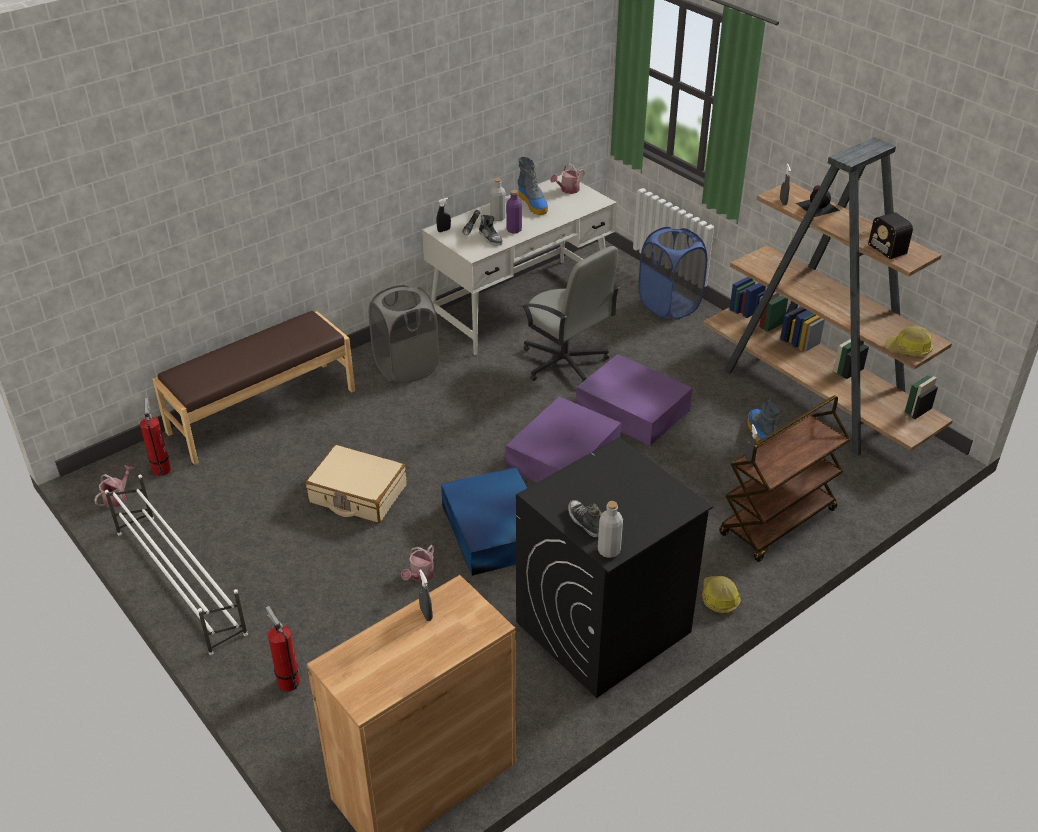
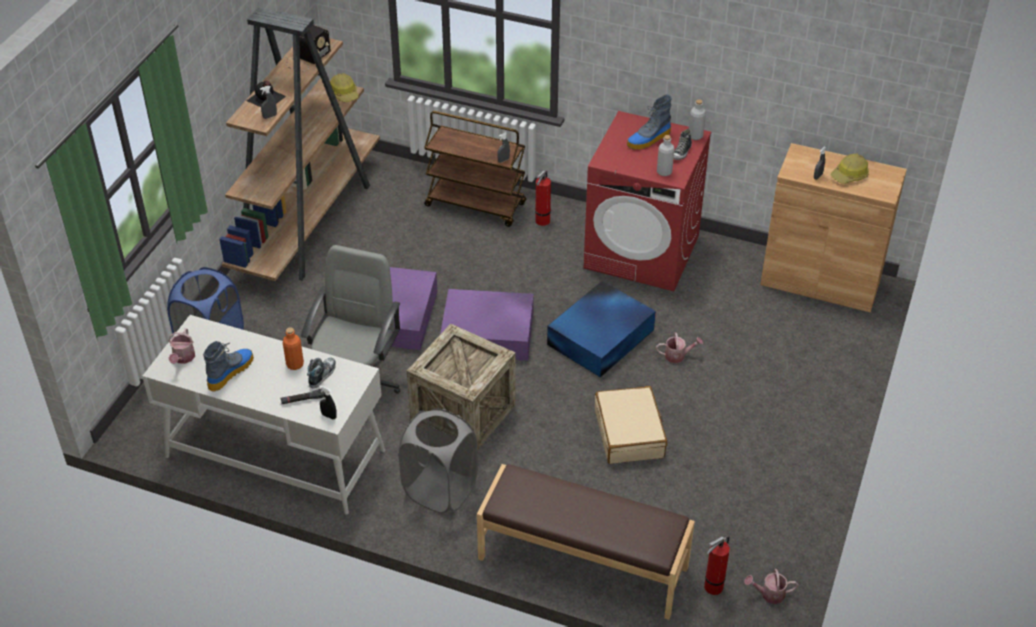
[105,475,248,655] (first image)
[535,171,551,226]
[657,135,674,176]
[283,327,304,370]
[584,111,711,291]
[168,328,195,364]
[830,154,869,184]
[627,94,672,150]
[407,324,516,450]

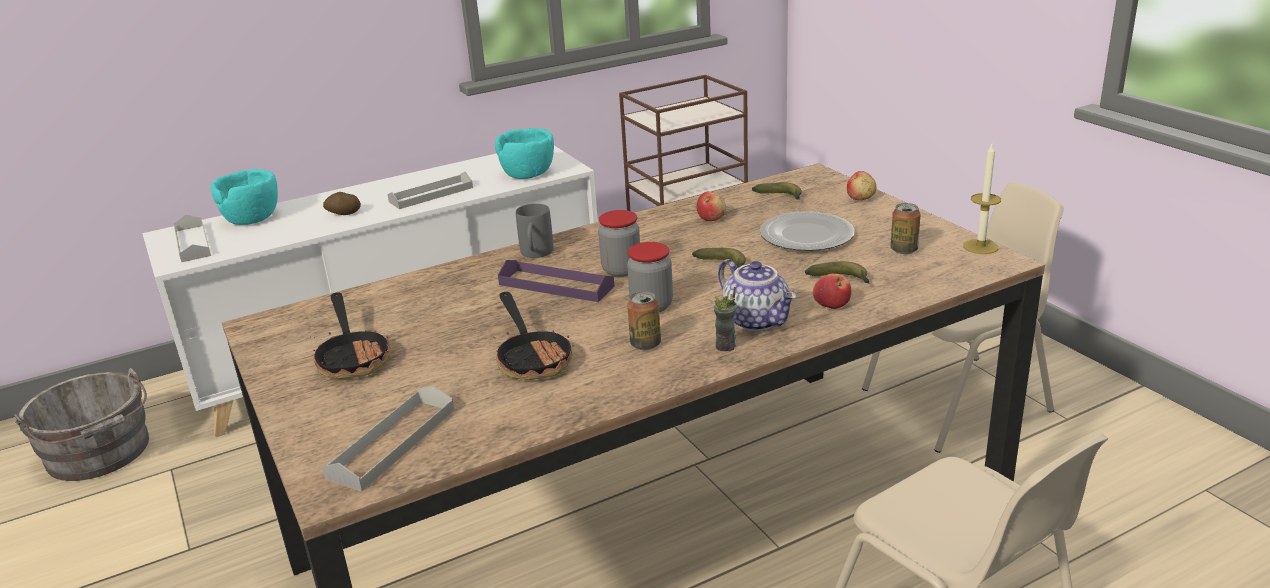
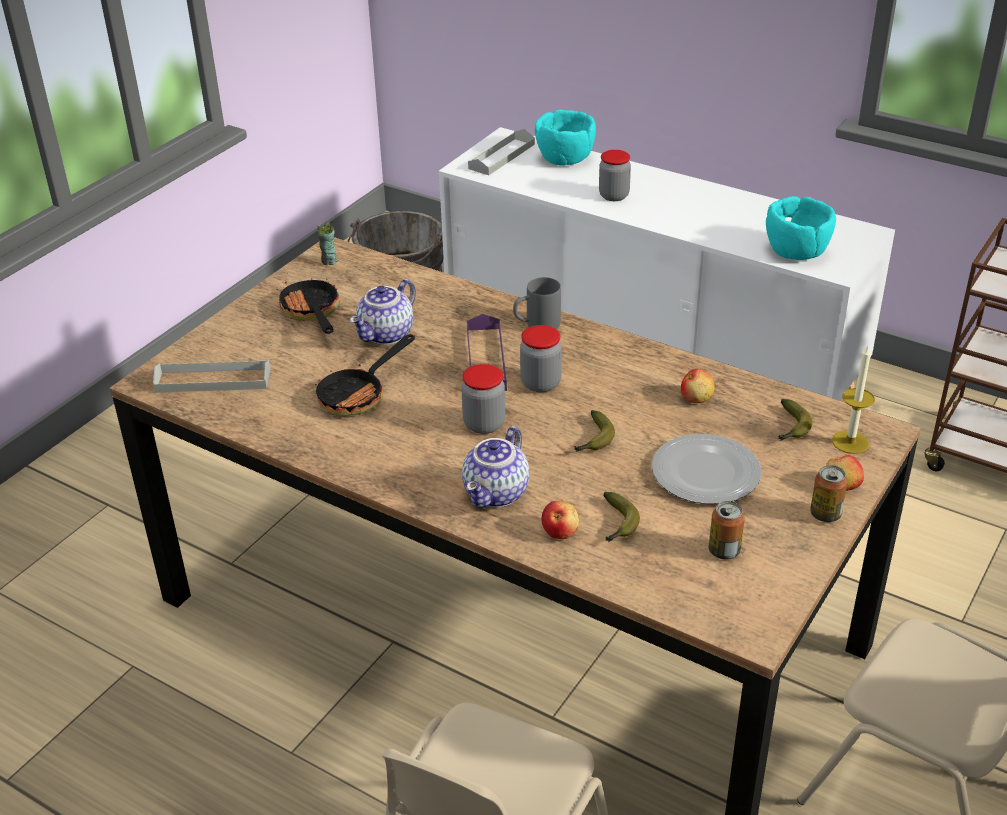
[276,278,340,334]
[599,150,631,201]
[387,171,473,209] (first image)
[810,465,848,522]
[317,221,338,266]
[832,346,875,454]
[350,279,416,345]

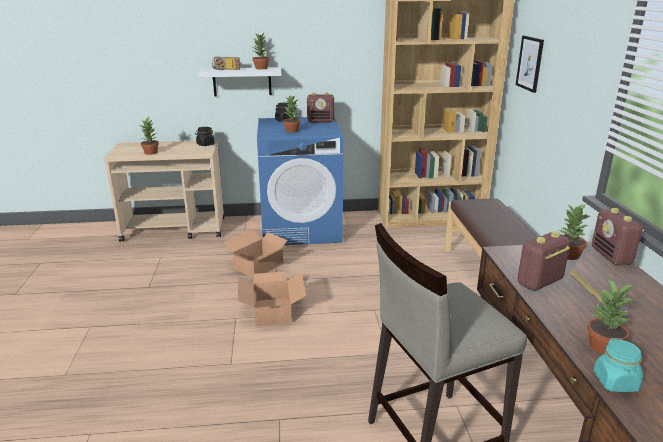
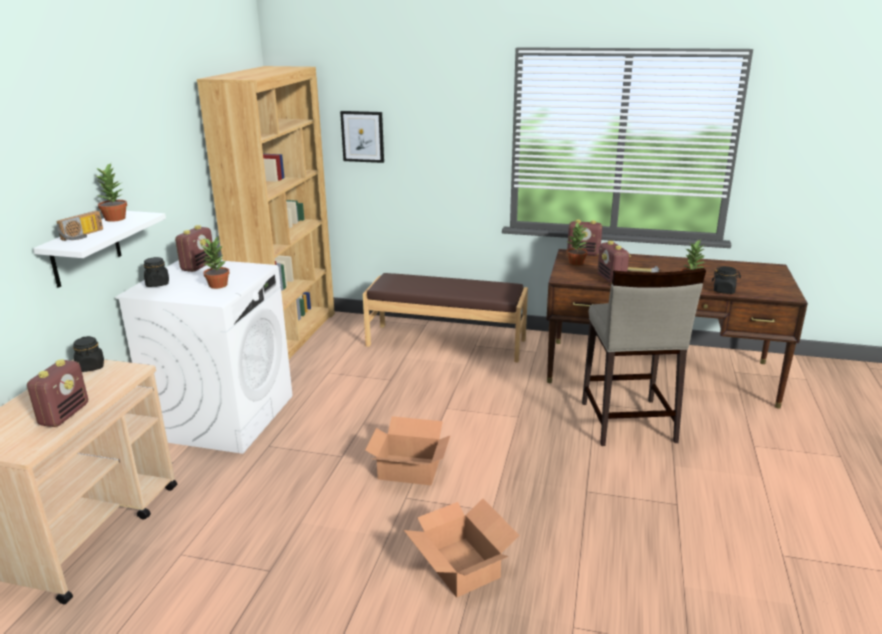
[27,360,88,427]
[404,499,519,598]
[115,260,293,454]
[712,266,741,294]

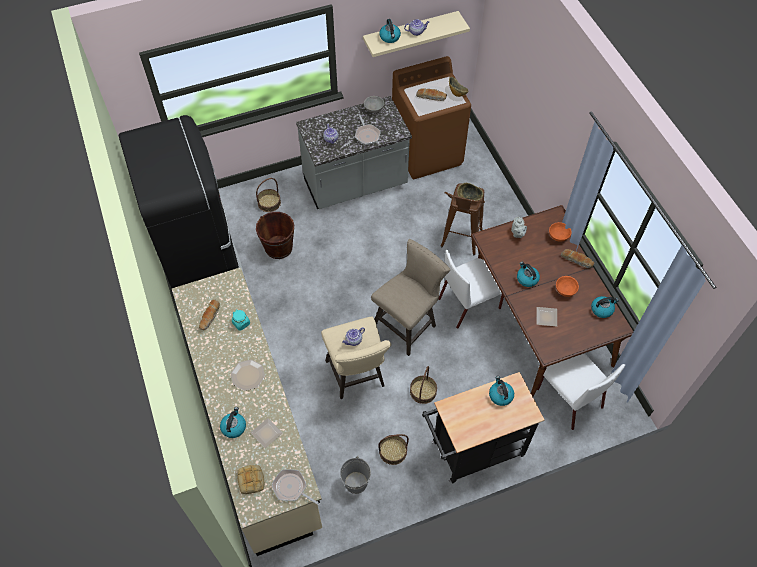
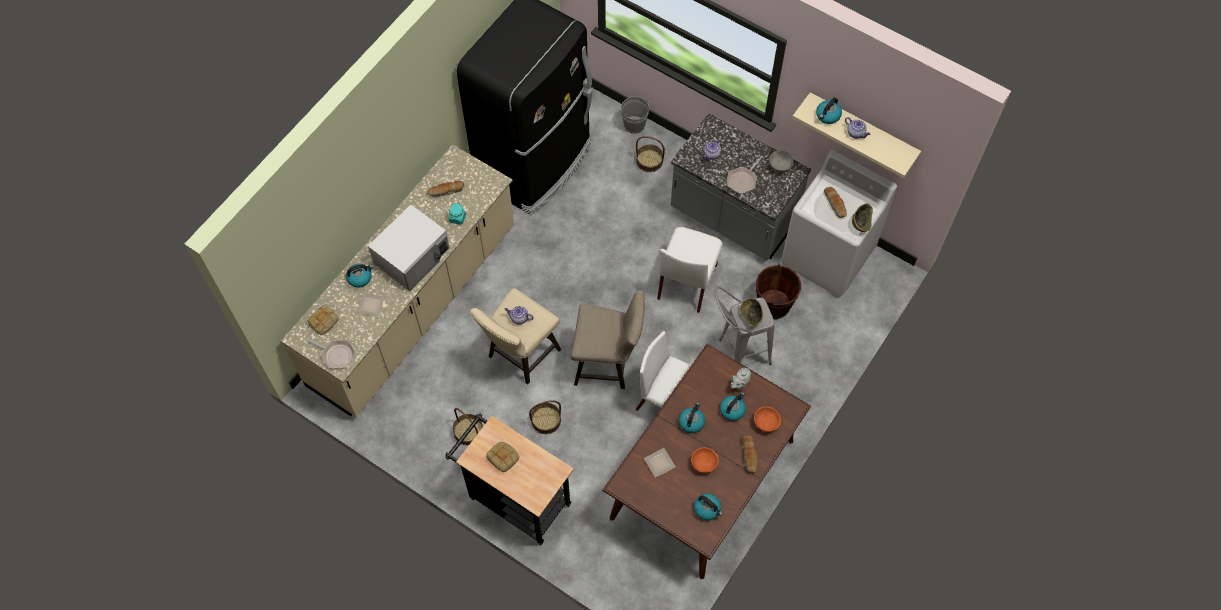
[368,205,450,291]
[756,264,801,319]
[308,339,356,369]
[621,96,649,134]
[781,150,897,297]
[715,286,775,365]
[720,392,746,421]
[657,227,723,313]
[486,442,519,472]

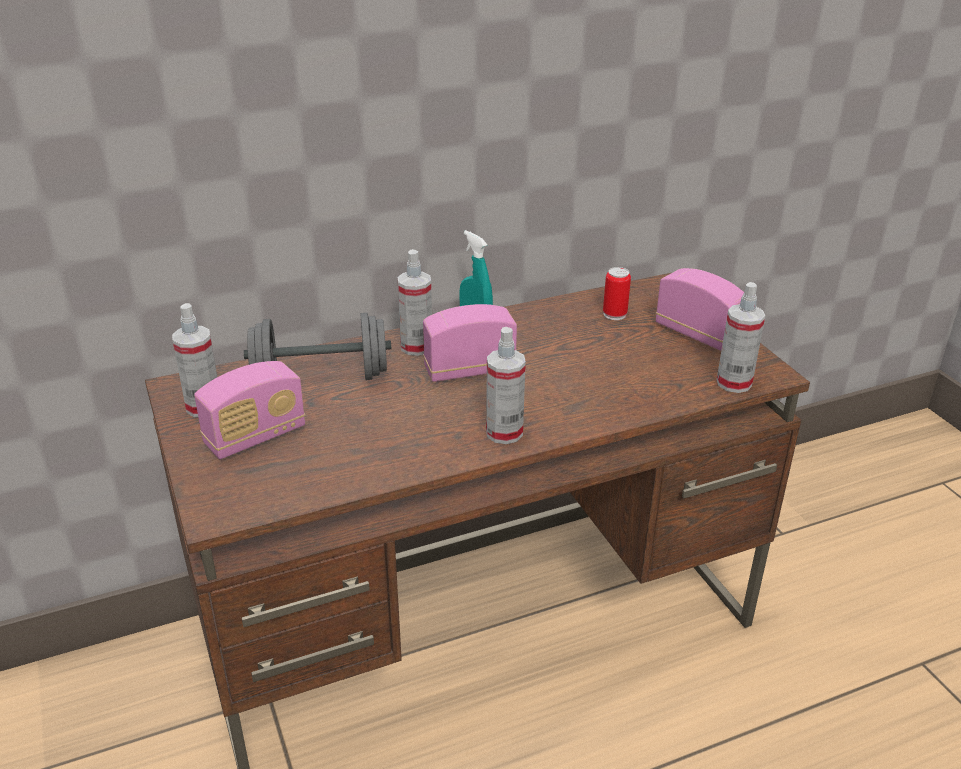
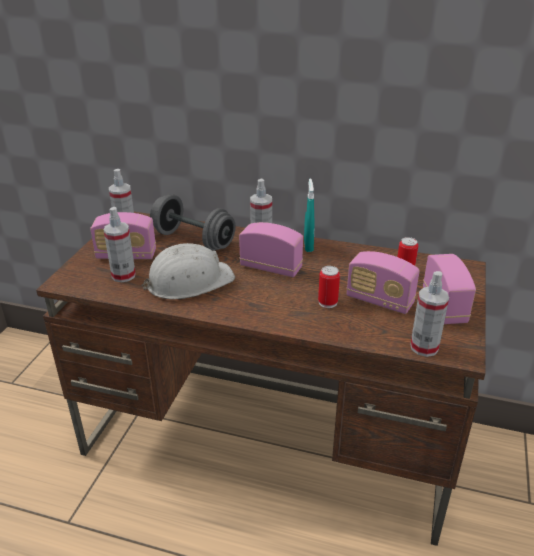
[104,207,136,282]
[142,243,235,299]
[318,266,340,308]
[346,251,420,314]

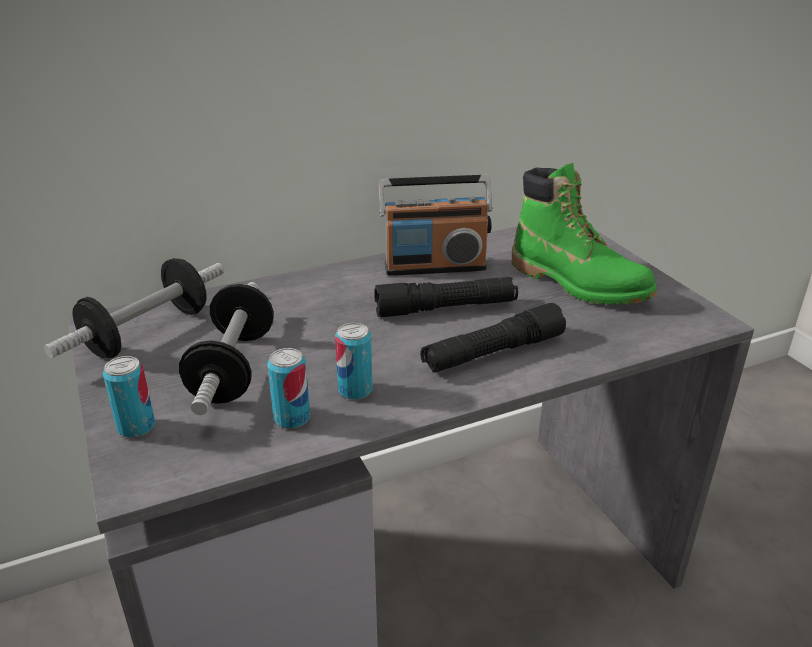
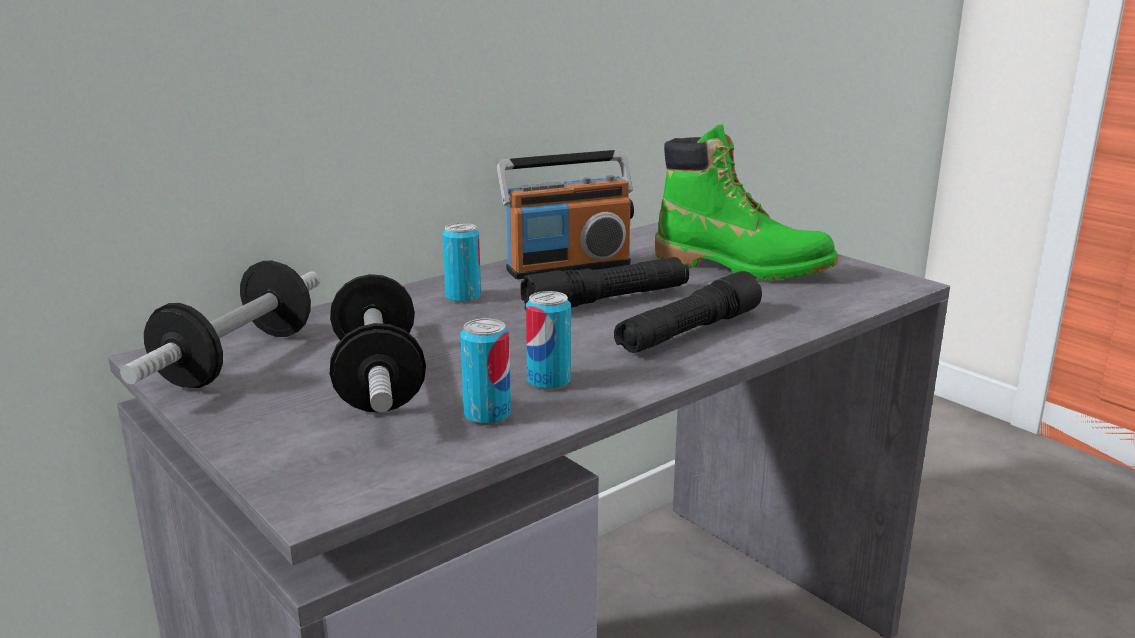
[443,223,481,303]

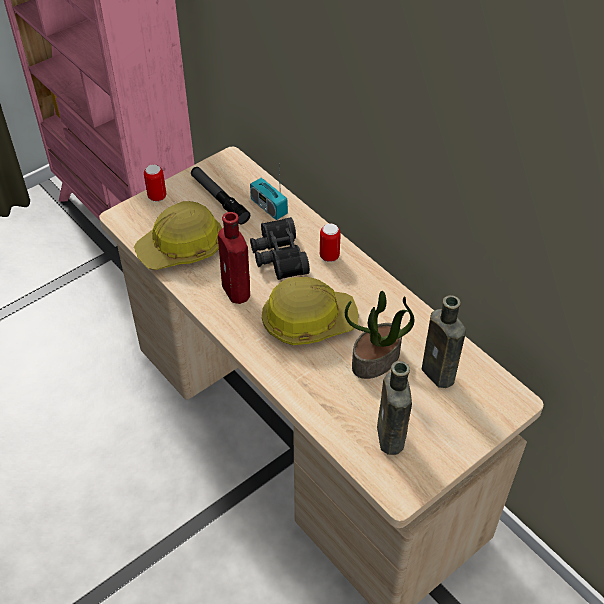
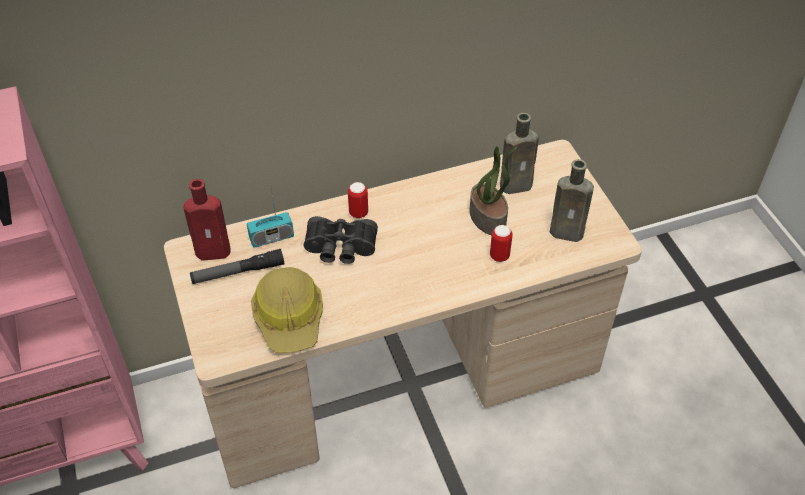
[490,225,513,262]
[184,179,230,261]
[262,277,358,345] (first image)

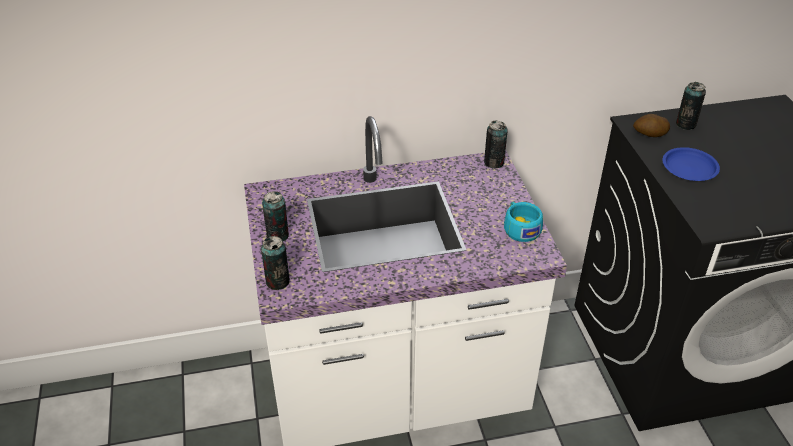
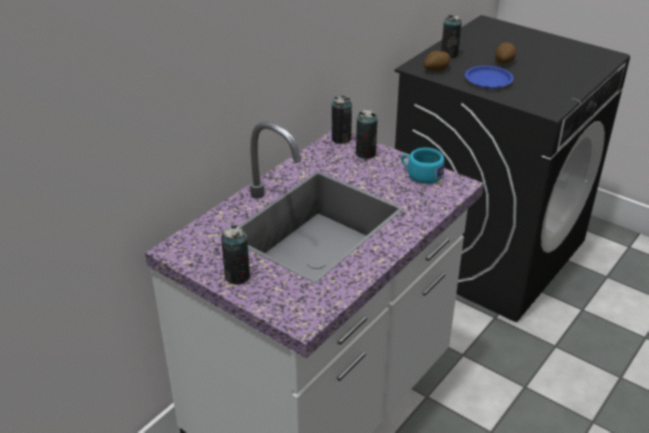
[356,109,378,159]
[495,42,516,63]

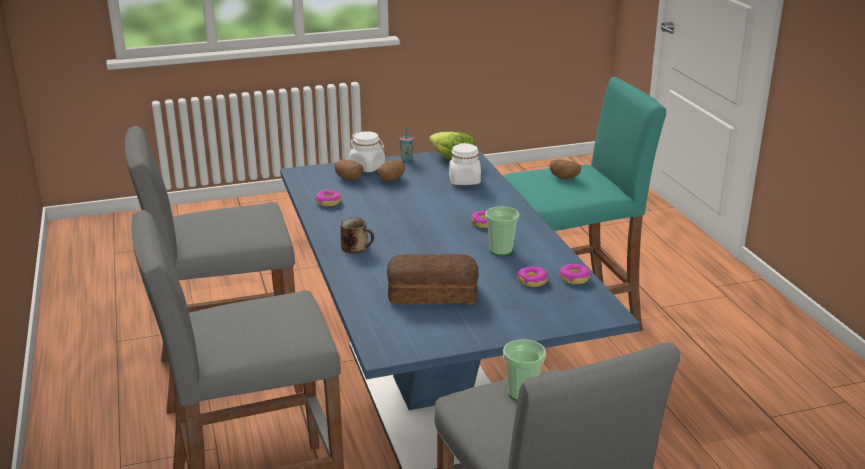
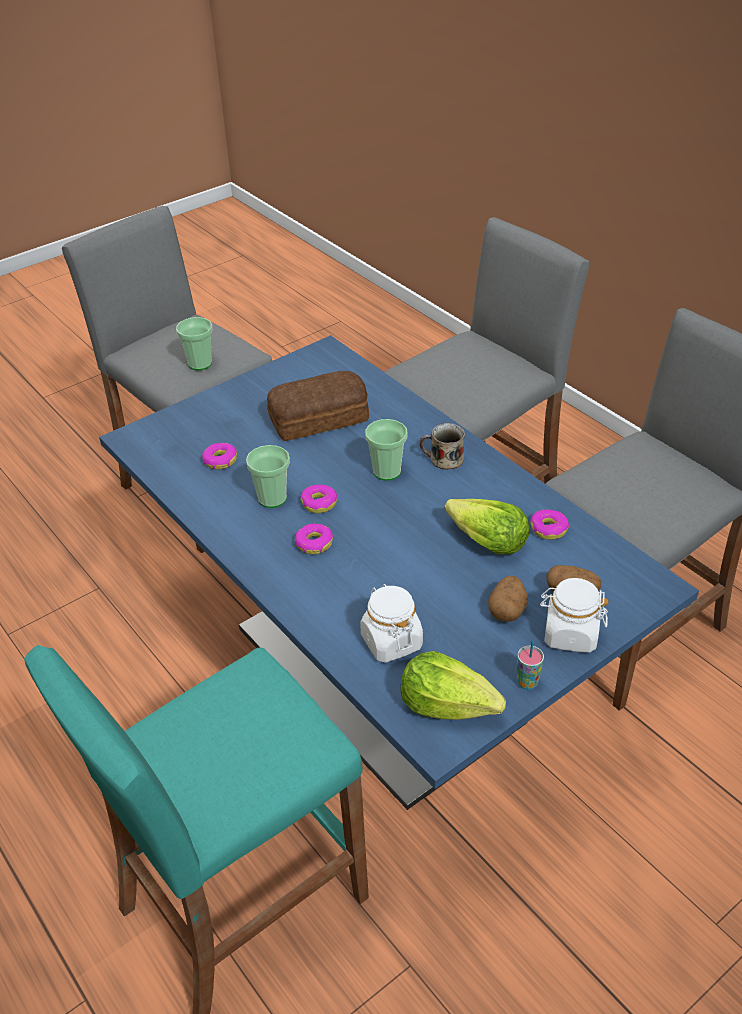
[550,159,581,179] (first image)
[301,485,338,513]
[365,419,408,481]
[445,499,529,555]

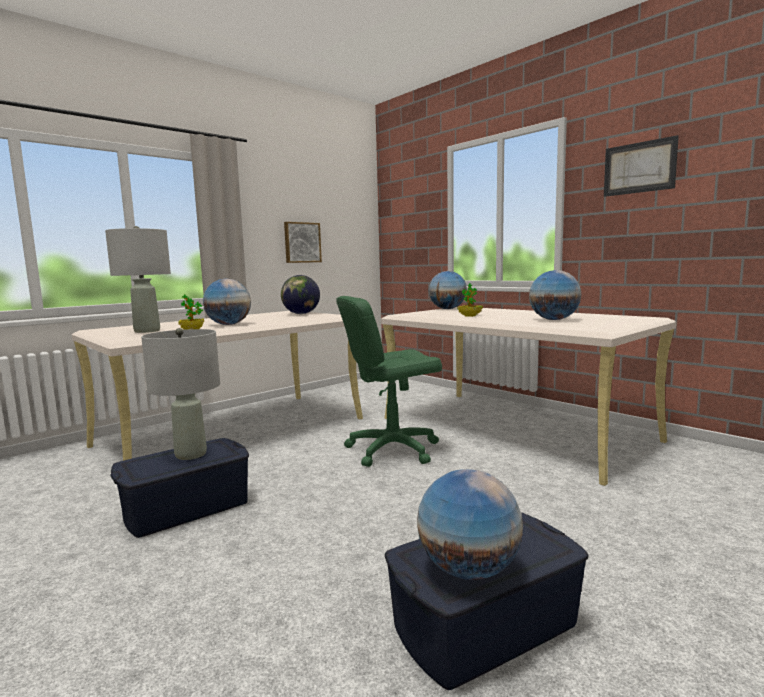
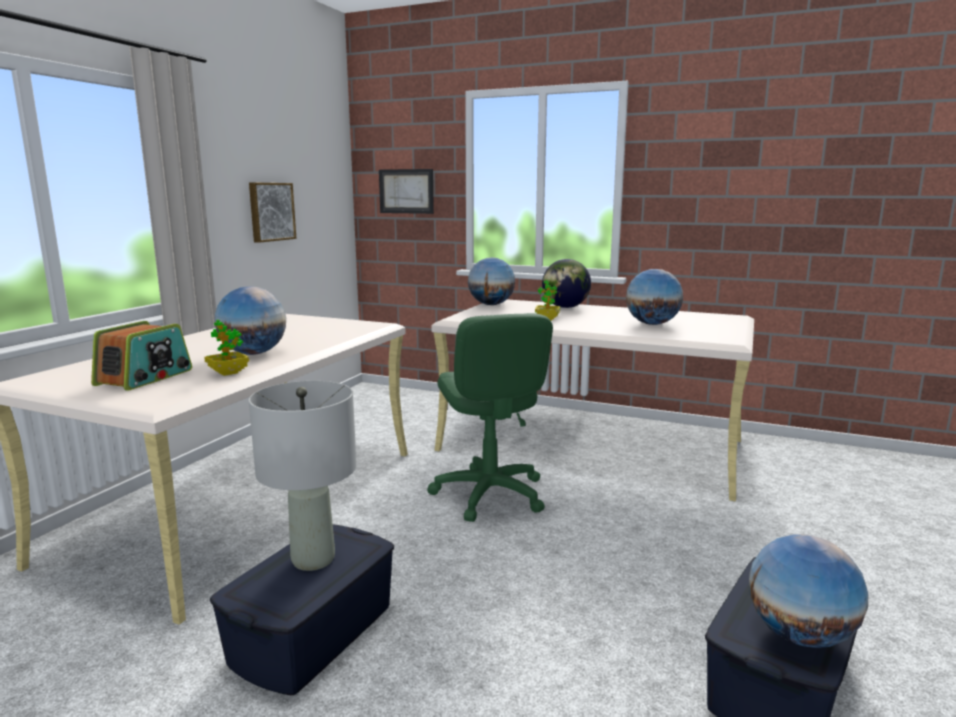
[91,321,192,391]
[542,259,591,308]
[427,313,553,522]
[379,169,434,214]

